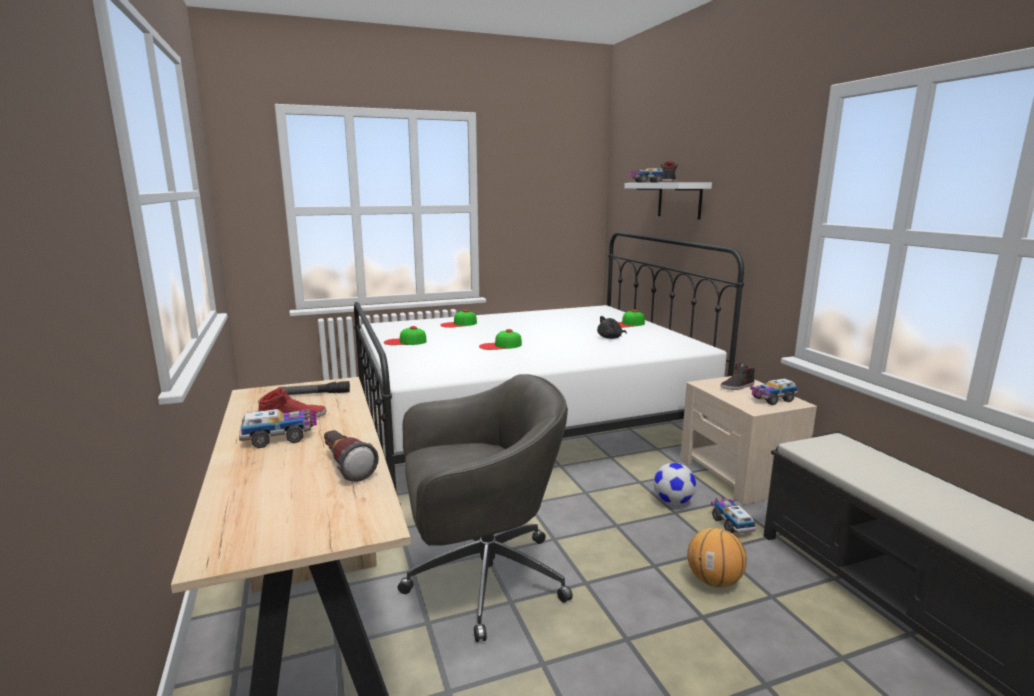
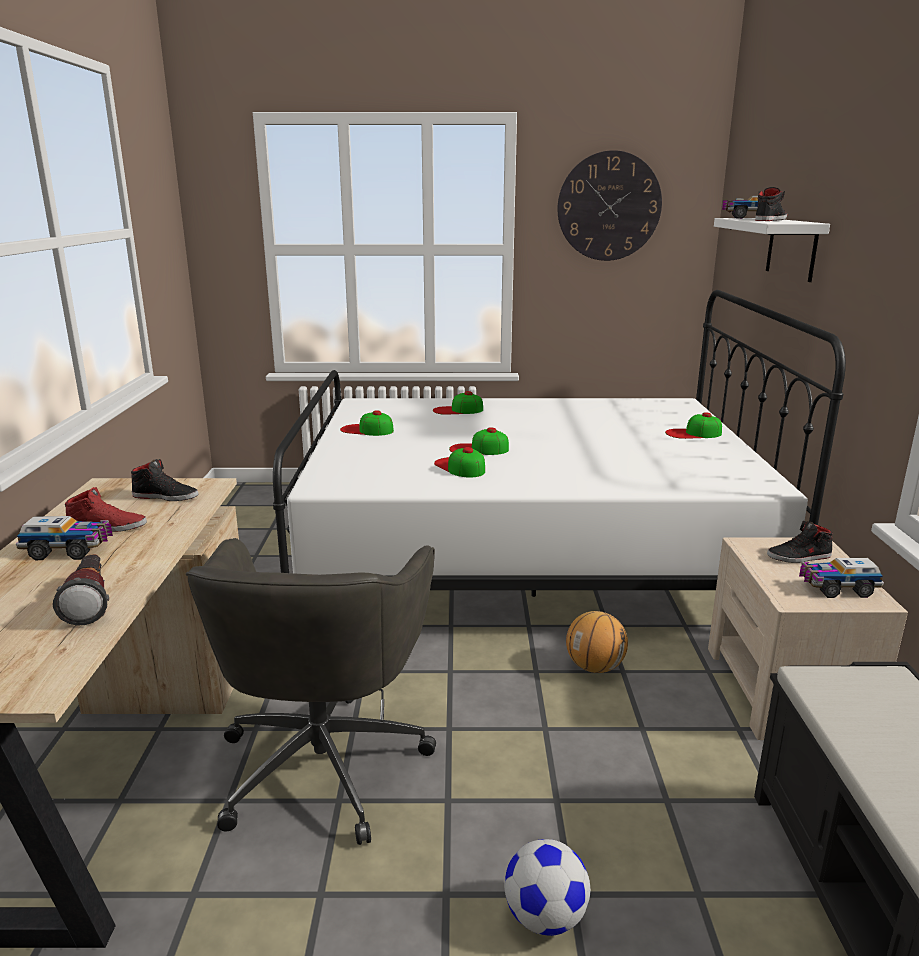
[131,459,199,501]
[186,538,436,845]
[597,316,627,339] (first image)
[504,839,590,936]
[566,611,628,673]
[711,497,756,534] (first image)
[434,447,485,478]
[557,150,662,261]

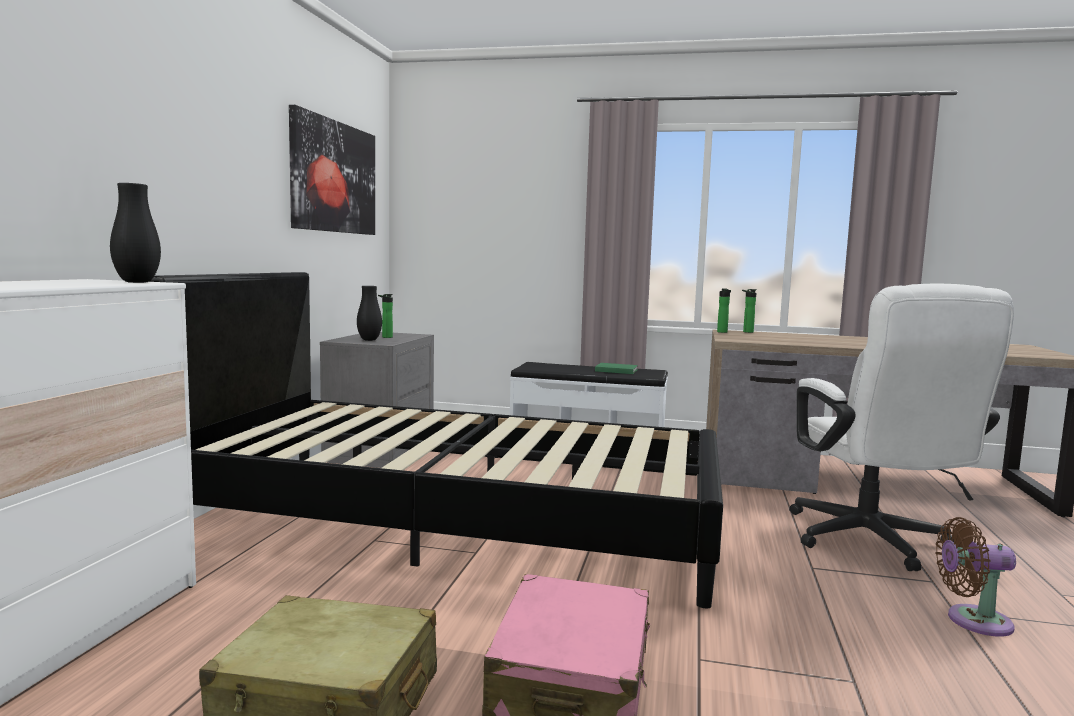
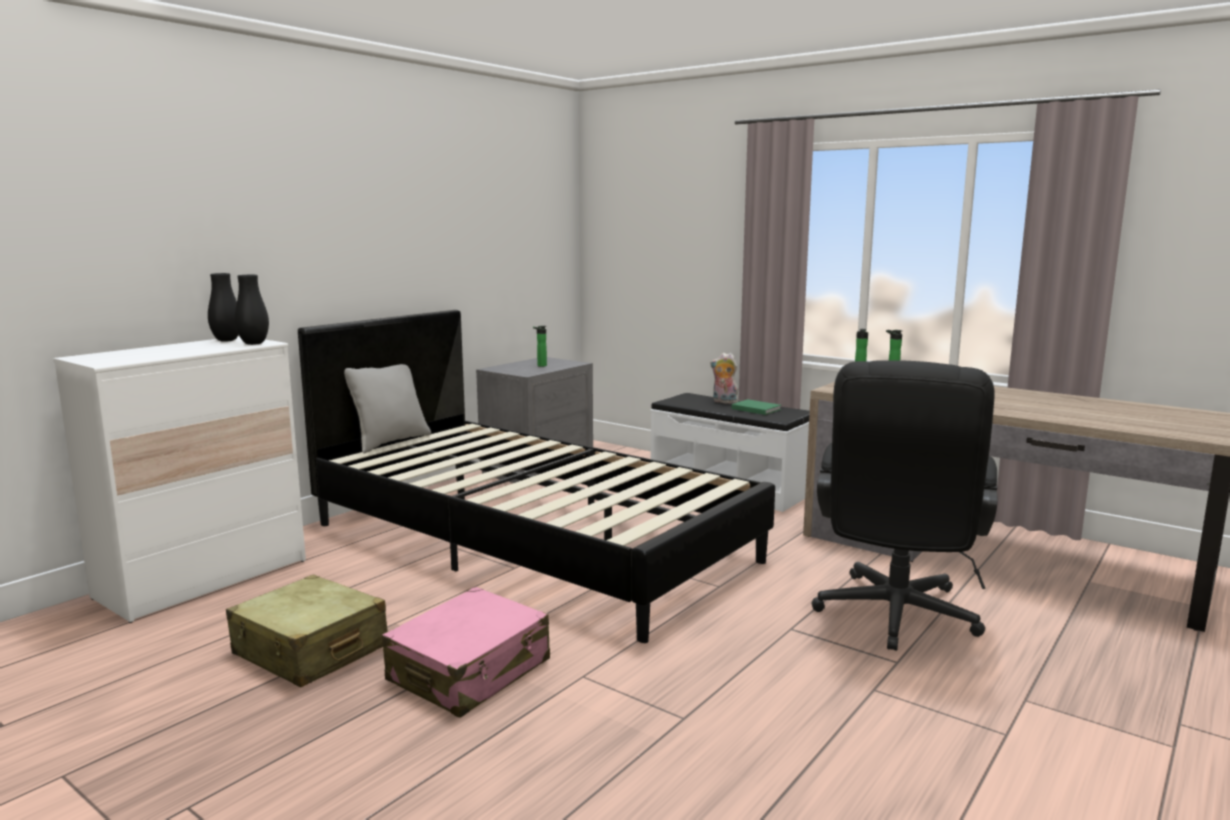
[289,105,375,235] (first image)
[208,273,239,342]
[812,360,998,651]
[936,517,1016,637] (first image)
[344,364,431,453]
[710,353,739,404]

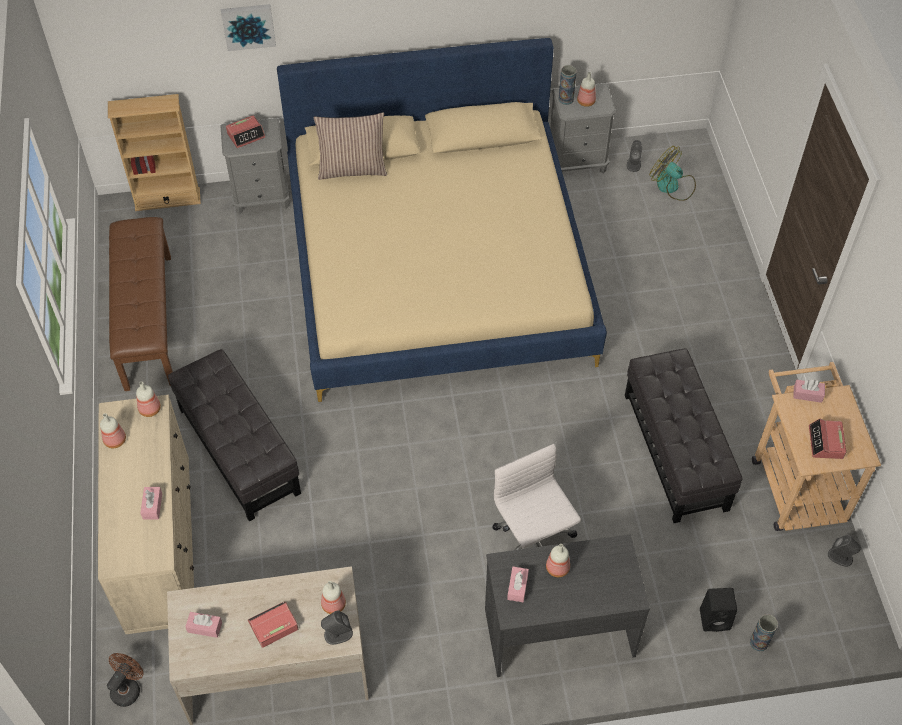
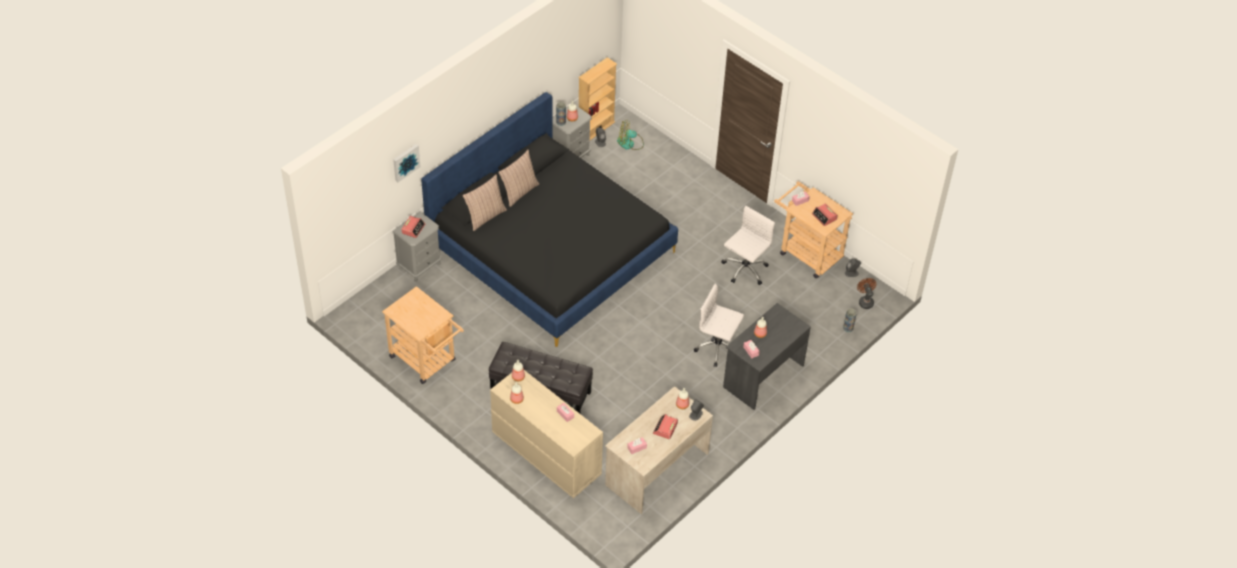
[857,278,876,309]
[579,57,617,140]
[382,286,464,384]
[421,92,678,347]
[721,206,775,285]
[700,588,737,632] (first image)
[498,150,539,207]

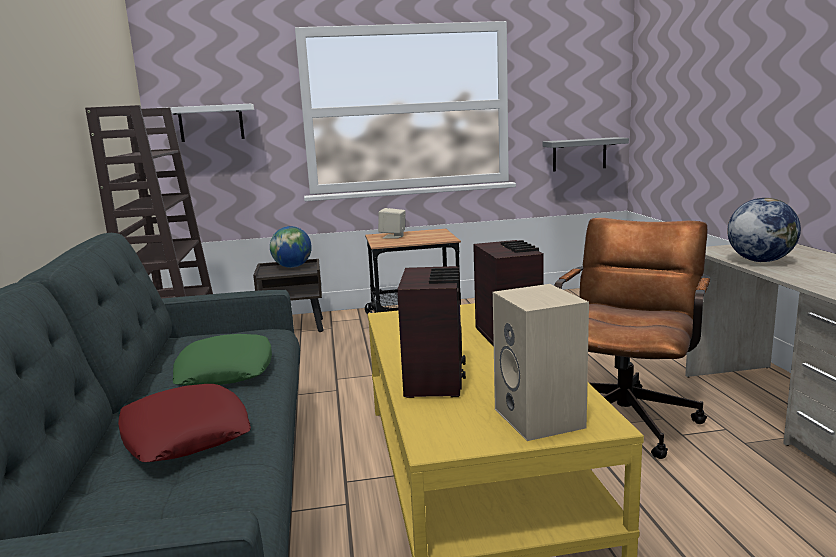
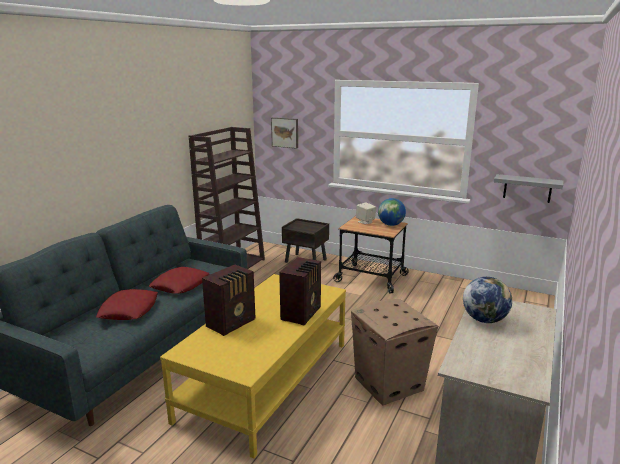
[271,117,298,149]
[149,267,210,294]
[378,198,406,226]
[493,284,589,441] (first image)
[351,299,438,405]

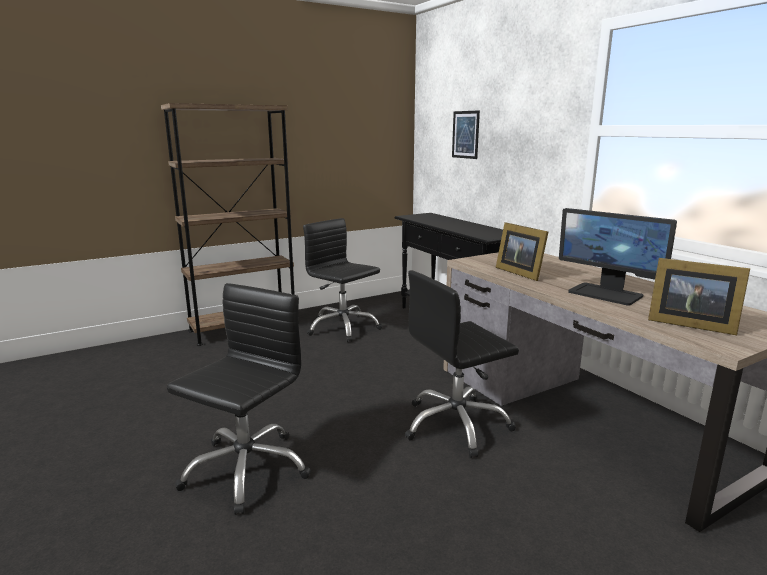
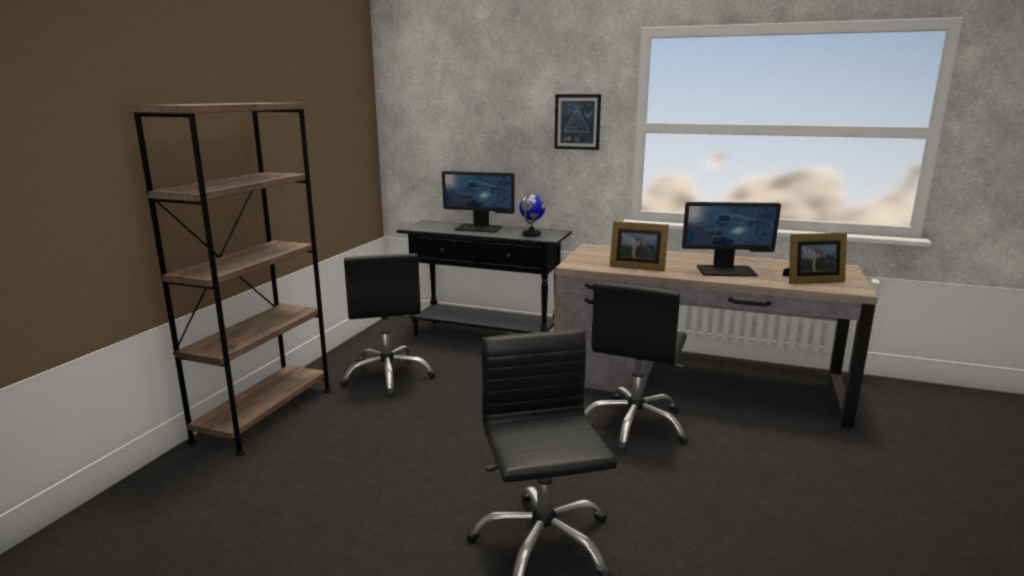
[339,254,436,396]
[554,94,601,150]
[442,171,515,233]
[519,192,545,237]

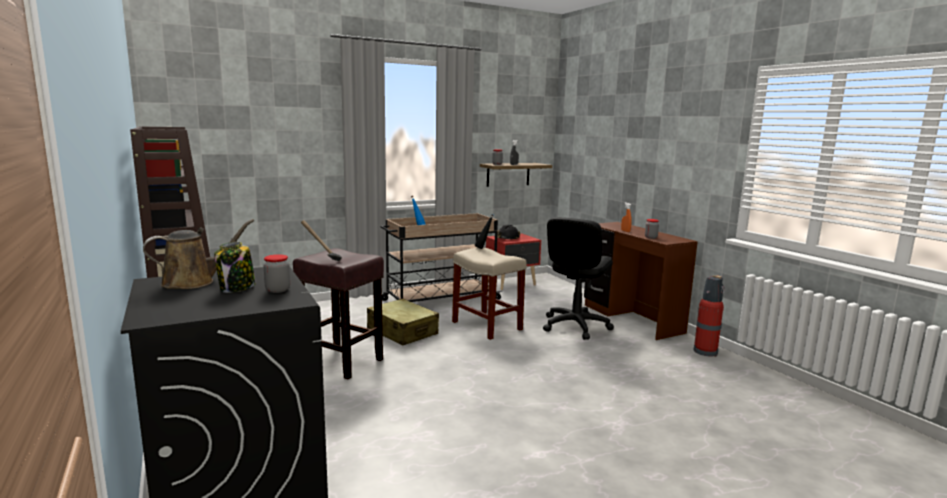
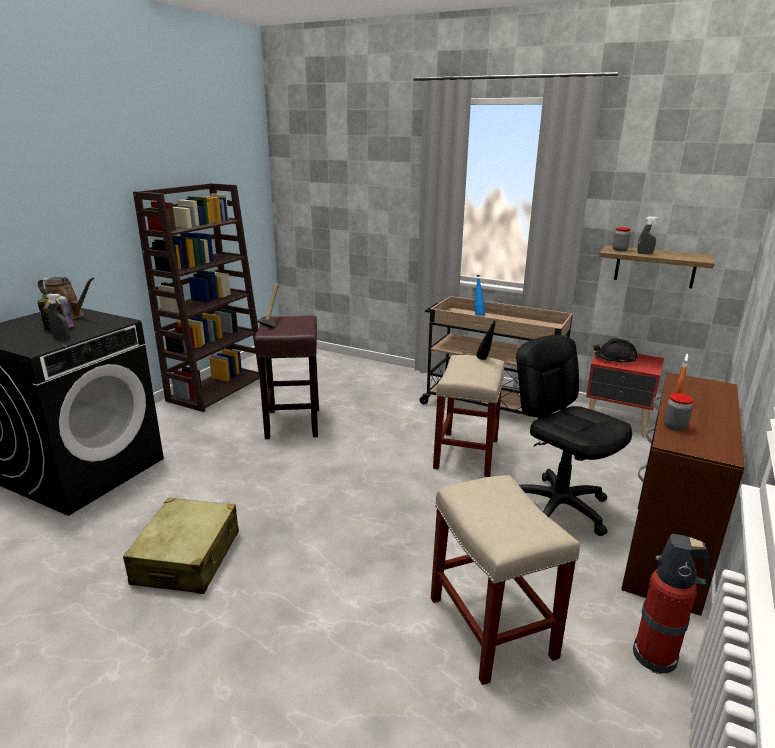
[47,294,70,339]
[123,498,239,594]
[516,335,632,536]
[431,475,580,685]

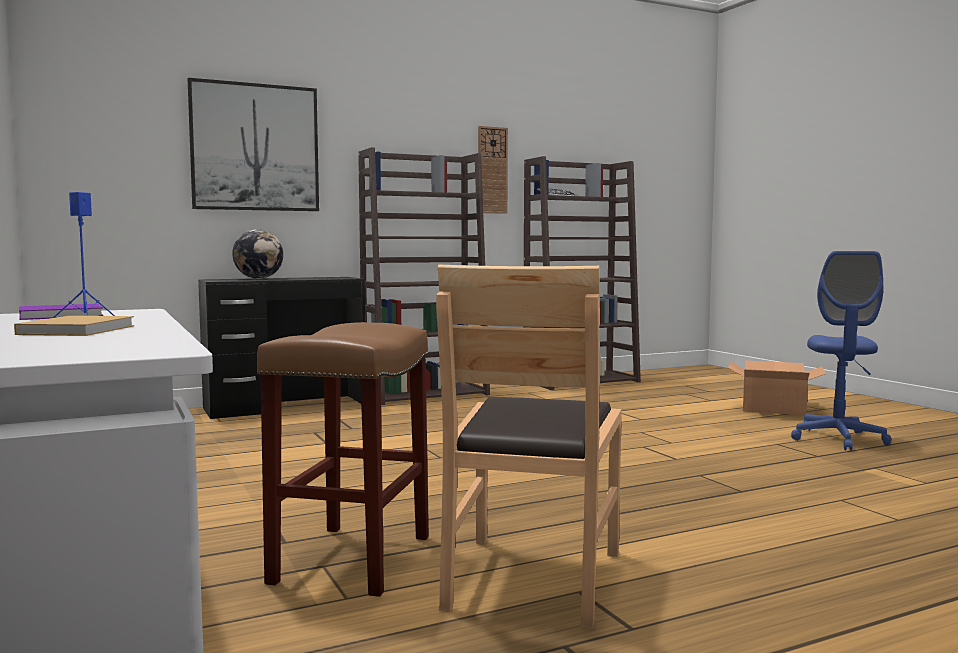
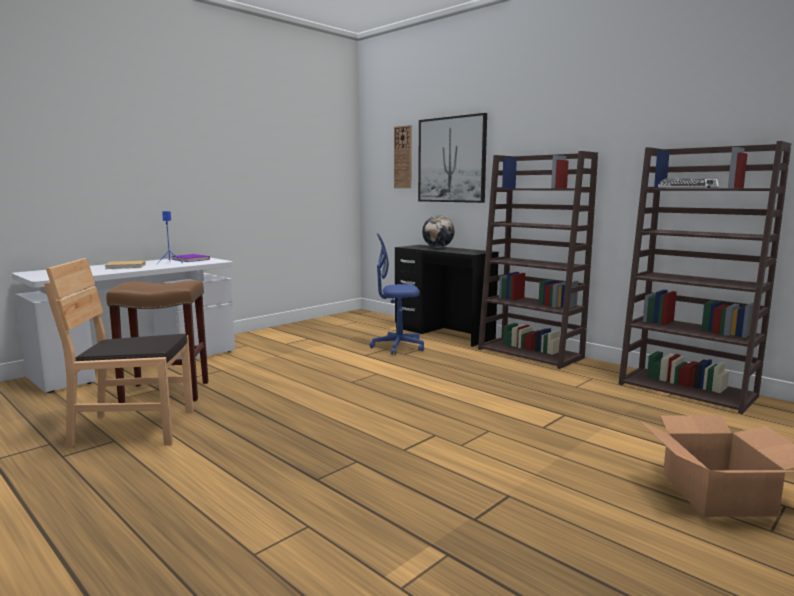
[394,125,412,188]
[369,233,424,355]

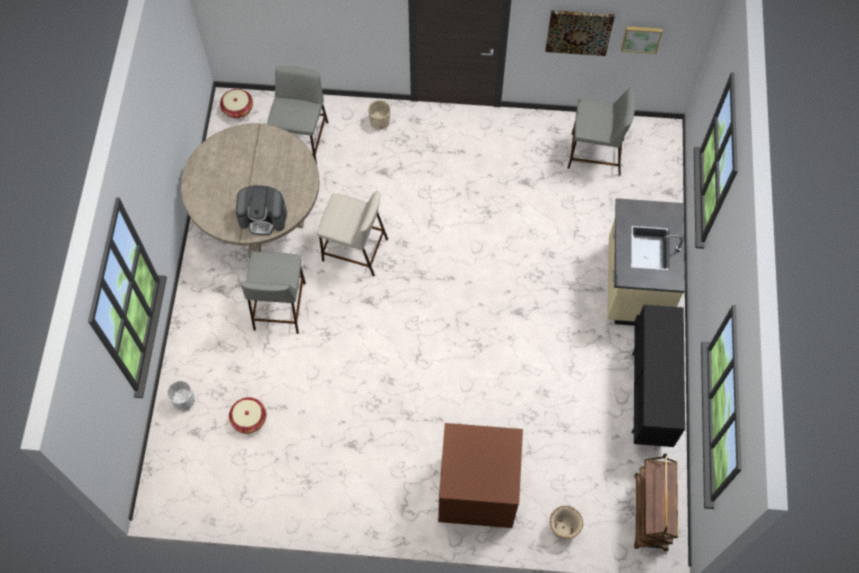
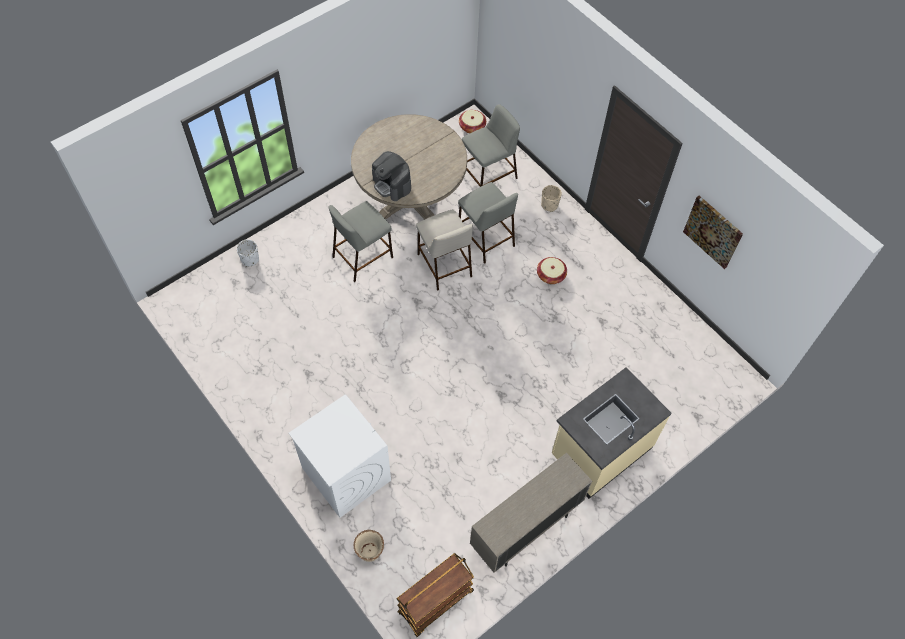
[537,257,567,284]
[288,394,391,518]
[458,182,518,264]
[621,26,663,54] (first image)
[470,453,592,573]

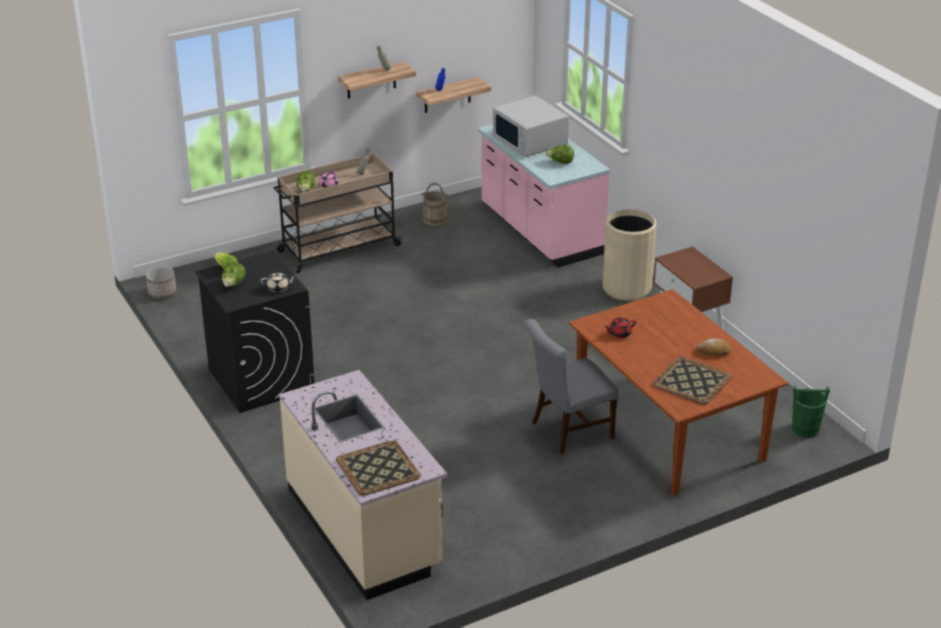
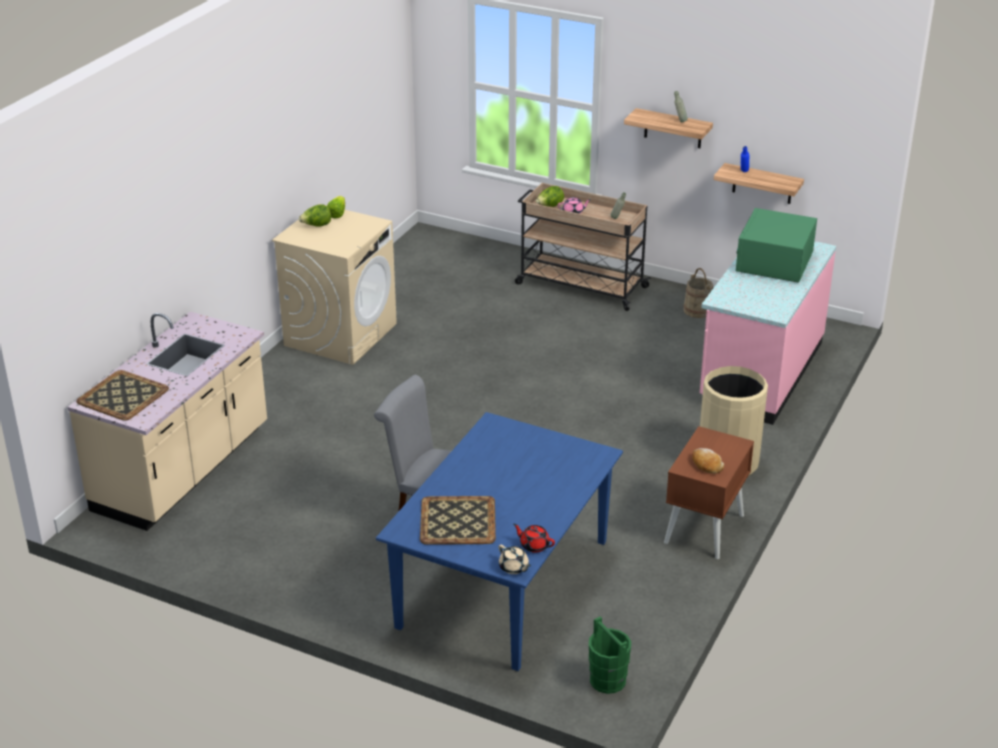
[146,267,176,299] (first image)
[272,204,397,365]
[499,545,531,574]
[736,208,817,283]
[546,145,574,164] (first image)
[376,412,623,671]
[513,524,555,553]
[692,448,724,474]

